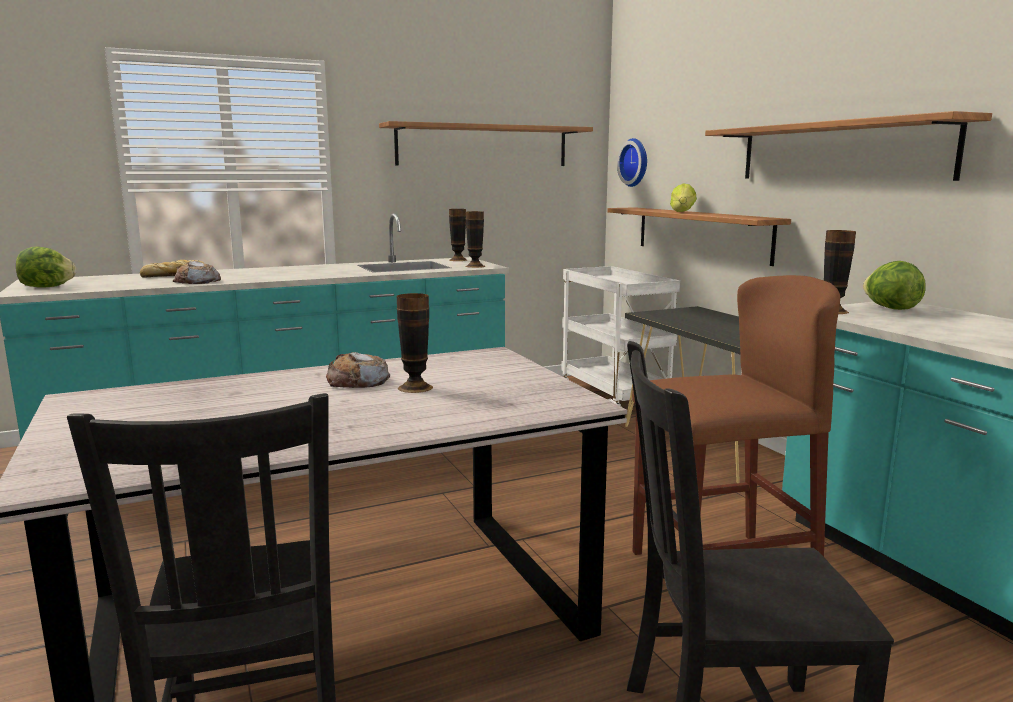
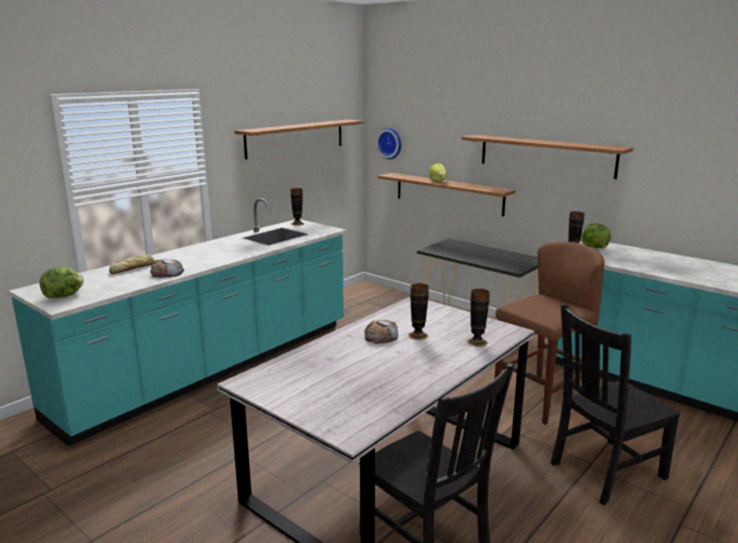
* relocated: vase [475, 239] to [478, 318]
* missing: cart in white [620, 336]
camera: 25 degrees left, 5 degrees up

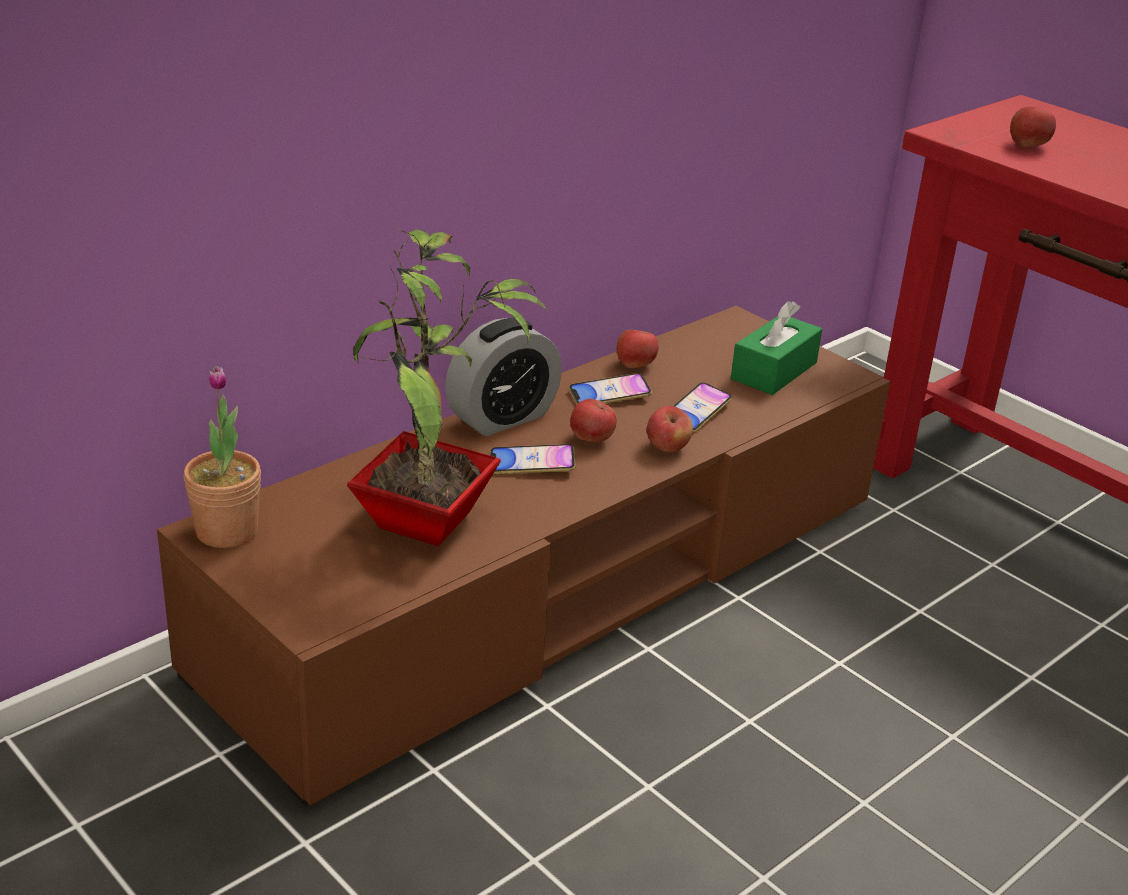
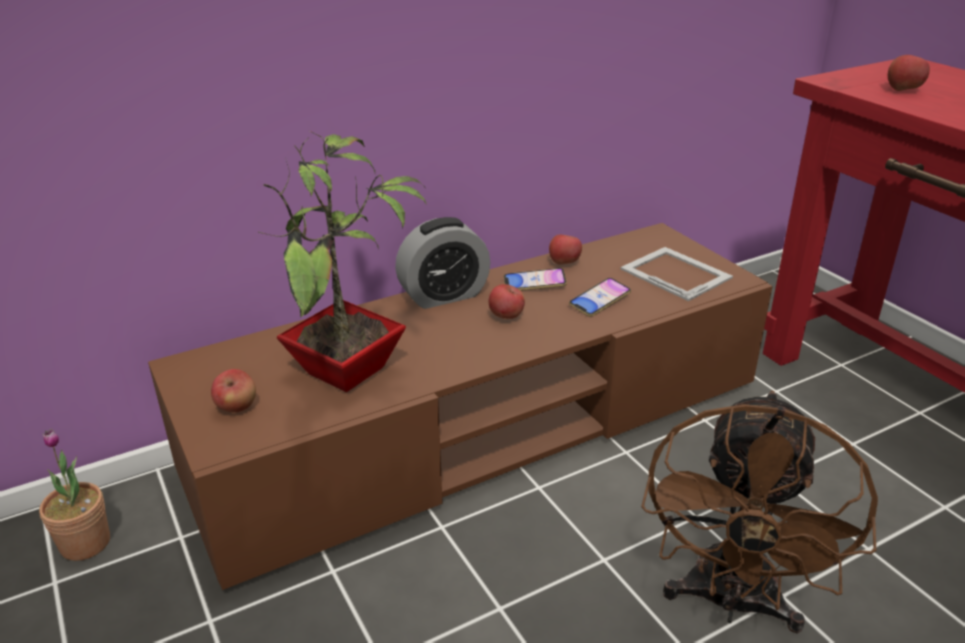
* relocated: potted plant [222, 457] to [74, 495]
* relocated: apple [670, 429] to [233, 390]
* exchanged: tissue box in green [776, 348] to picture frame [677, 274]
* appeared: fan in brown [759, 512]
* missing: phone [532, 459]
camera: 15 degrees right, 0 degrees up

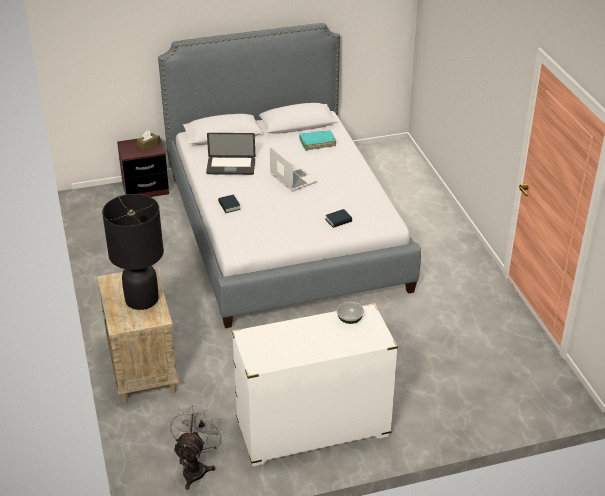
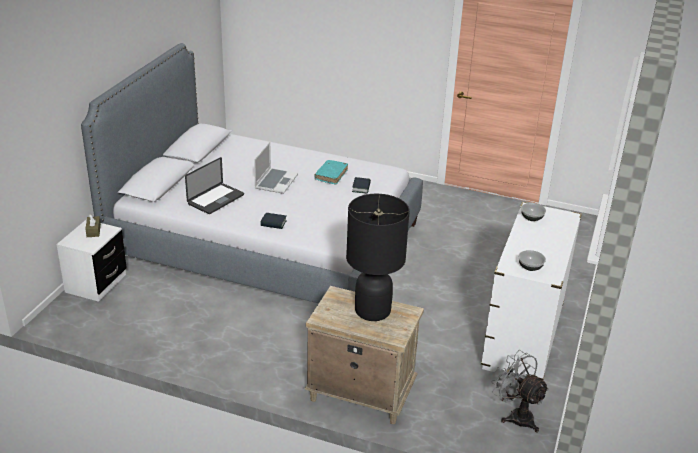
* colour: nightstand in brown [143, 166] to nightstand in white [92, 260]
* spun: laptop [293, 169] = [276, 168] 105 degrees clockwise
* relocated: book in turquoise [317, 140] to [331, 172]
* appeared: bowl [532, 260]
camera: 55 degrees left, 5 degrees down

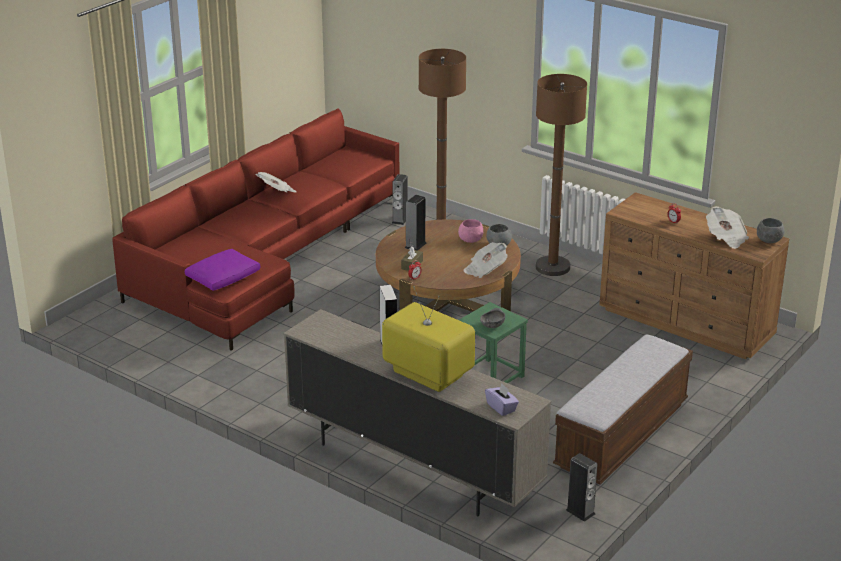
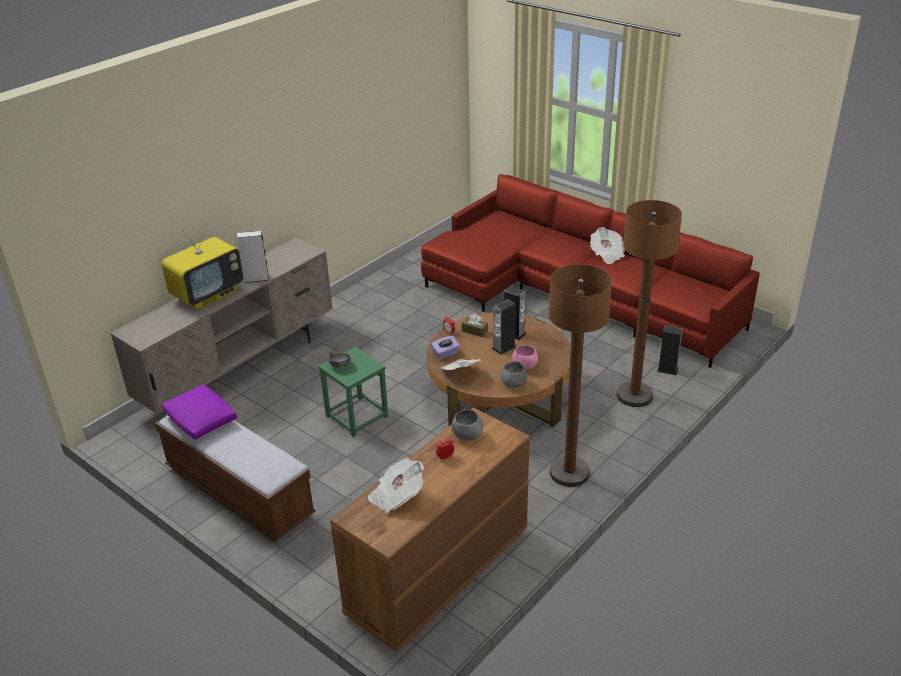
* relocated: pillow in purple [222, 270] to [199, 412]
* relocated: tissue box in purple [502, 399] to [445, 348]
* relocated: bowl in grey [770, 230] to [467, 425]
* relocated: speaker [582, 487] to [504, 327]
camera: 95 degrees right, 5 degrees up

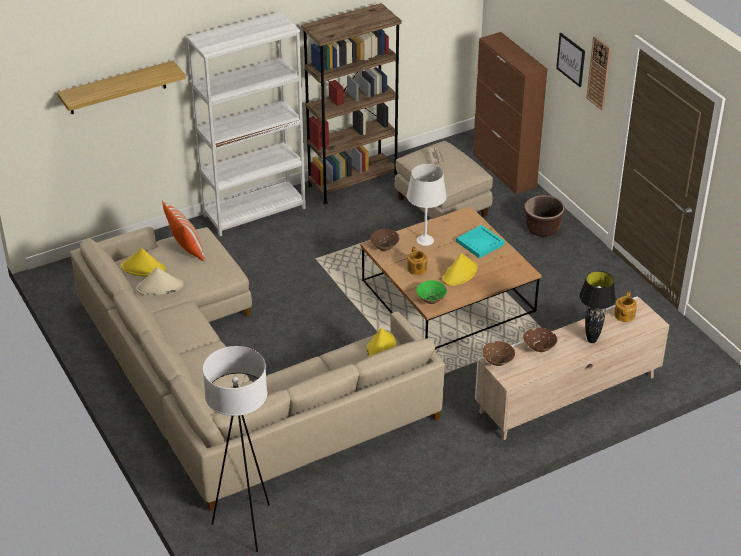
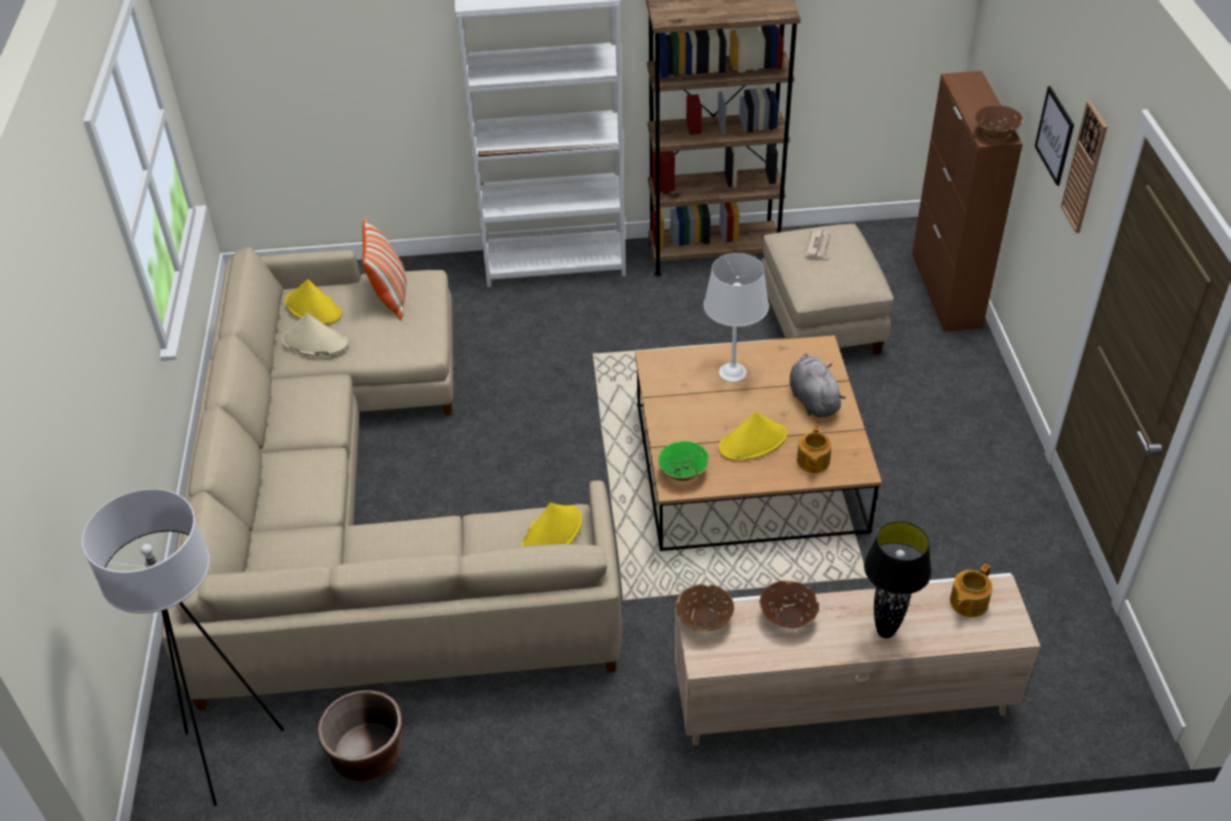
* relocated: planter in brown [544, 216] to [360, 735]
* exchanged: tray in turquoise [480, 241] to plush toy in grey [818, 385]
* relocated: teapot [417, 261] to [814, 448]
* relocated: bowl in brown [385, 240] to [999, 122]
* missing: shelf [121, 87]
camera: 25 degrees right, 5 degrees up

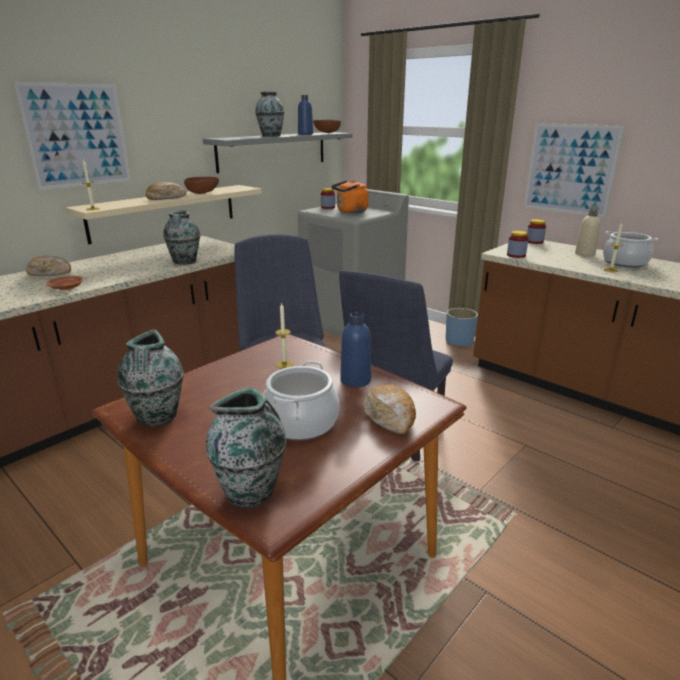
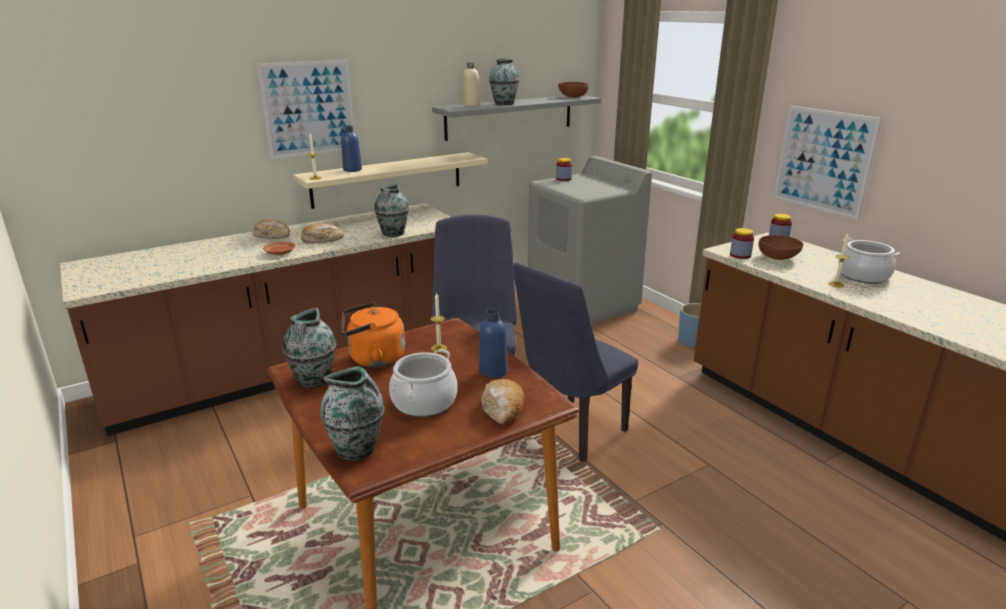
* relocated: bread [166, 191] to [322, 233]
* relocated: bottle in blue [305, 115] to [351, 148]
* relocated: kettle in orange [349, 196] to [373, 334]
* relocated: bottle in beige [587, 232] to [471, 84]
* relocated: bowl in brown [201, 185] to [781, 247]
camera: 15 degrees right, 0 degrees up

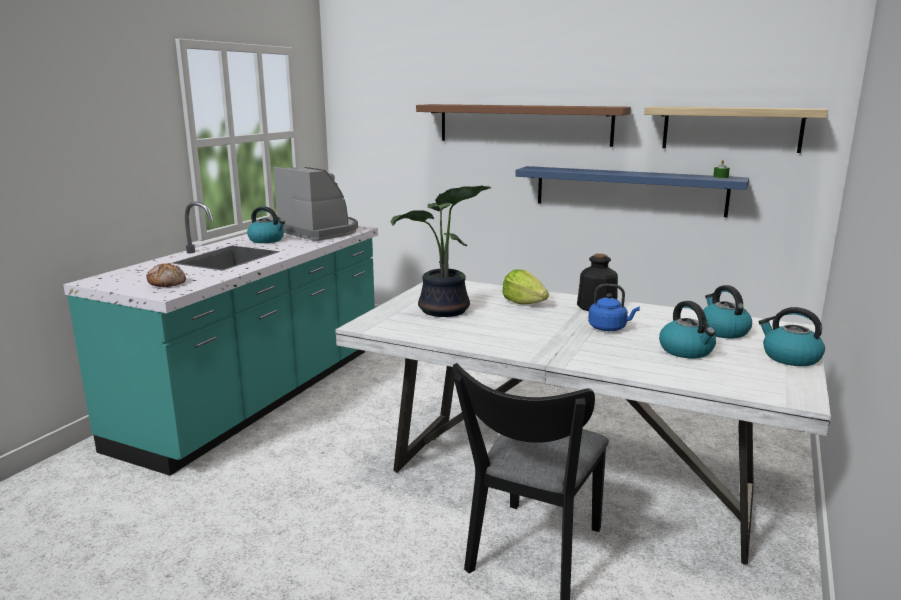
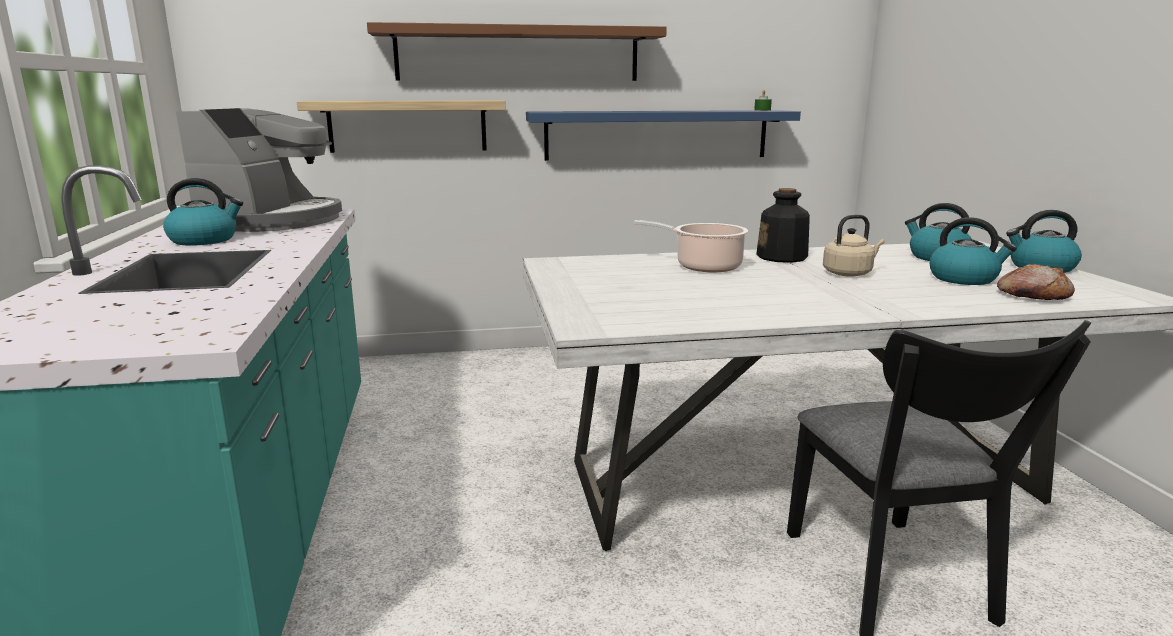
* spun: coffee machine [315, 204] = [259, 170] 90 degrees clockwise
* relocated: shelf [736, 130] to [401, 126]
* exchanged: lettuce [525, 286] to cooking pot [690, 246]
* colour: kettle in blue [614, 307] to kettle in beige [854, 246]
* relocated: bread [166, 275] to [1036, 282]
* missing: potted plant [441, 251]
camera: 35 degrees left, 0 degrees up

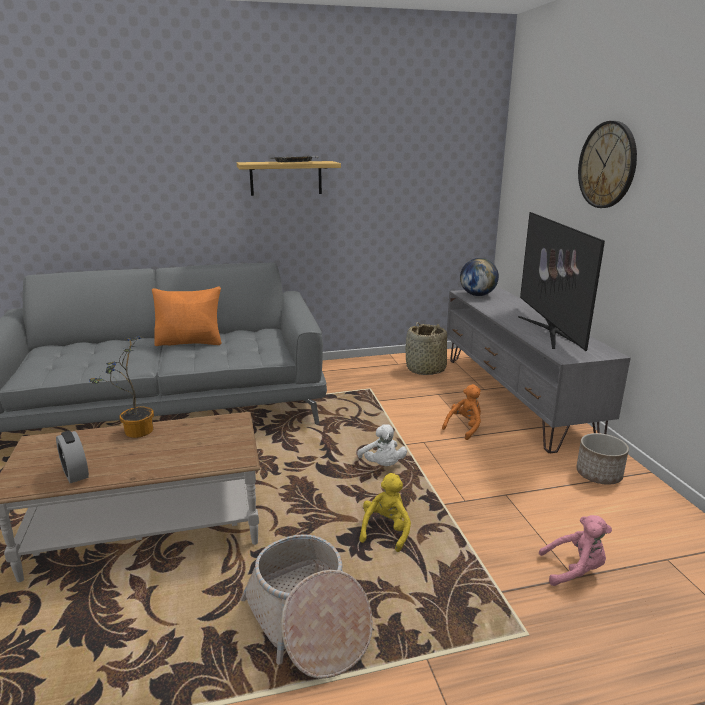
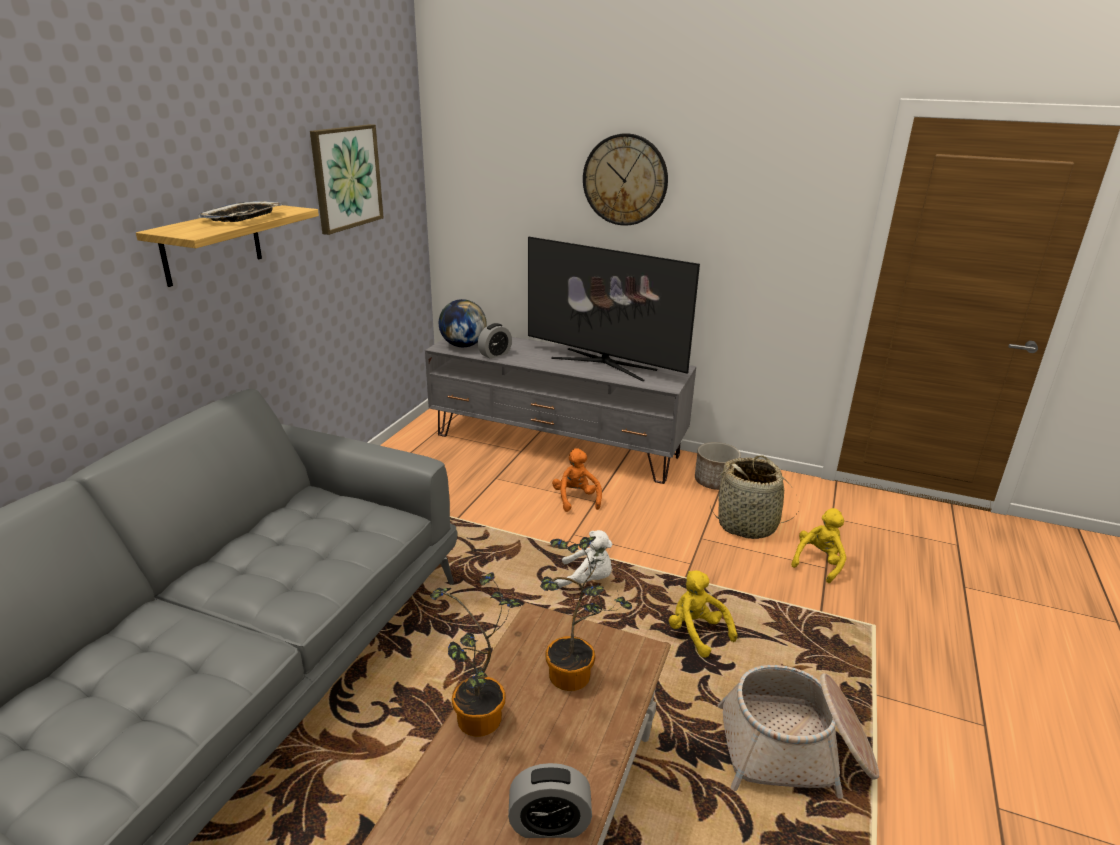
* appeared: picture [347, 179]
* appeared: alarm clock [495, 341]
* appeared: potted plant [586, 613]
* relocated: basket [426, 348] to [754, 497]
* colour: plush toy in pink [575, 550] to plush toy in yellow [818, 545]
* missing: pillow in orange [186, 316]
camera: 55 degrees left, 5 degrees up

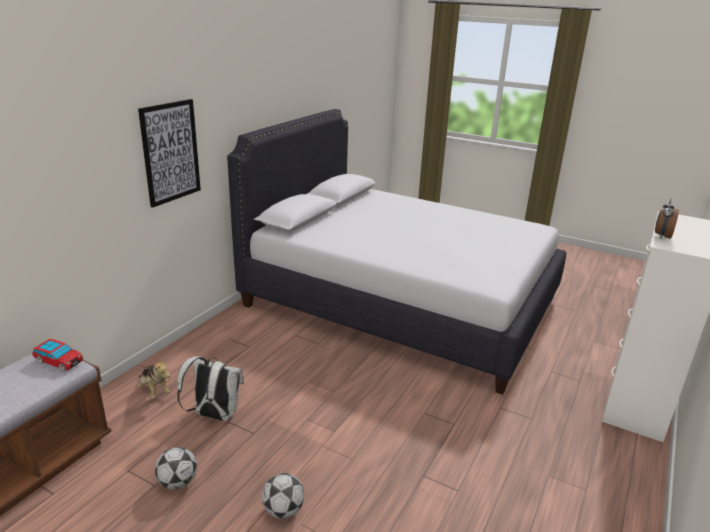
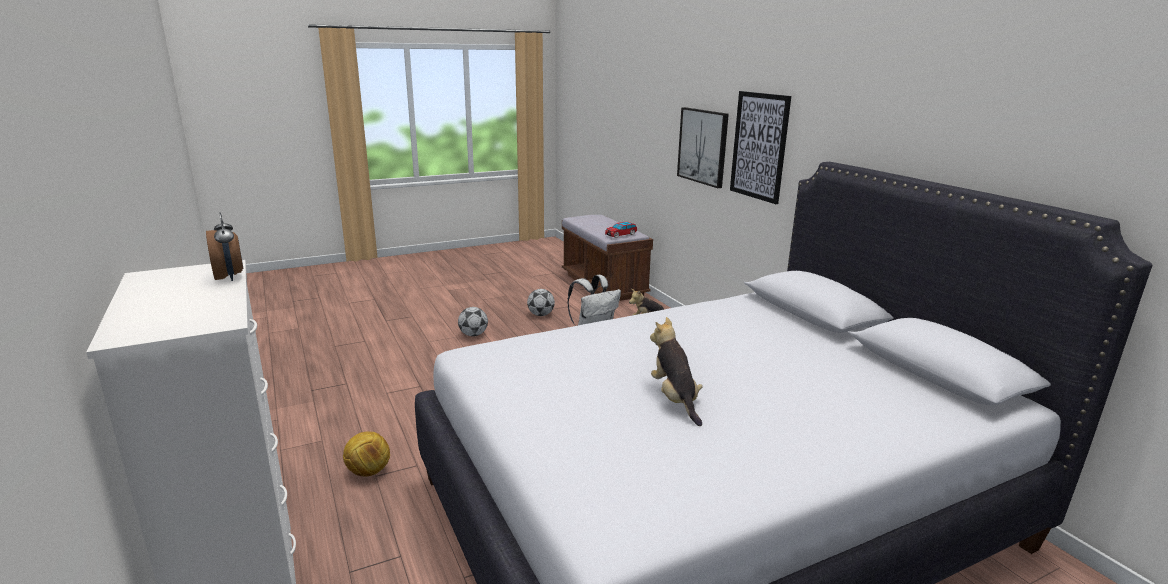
* appeared: football [366, 454]
* appeared: plush toy [676, 371]
* appeared: picture [703, 147]
camera: 125 degrees right, 5 degrees down

